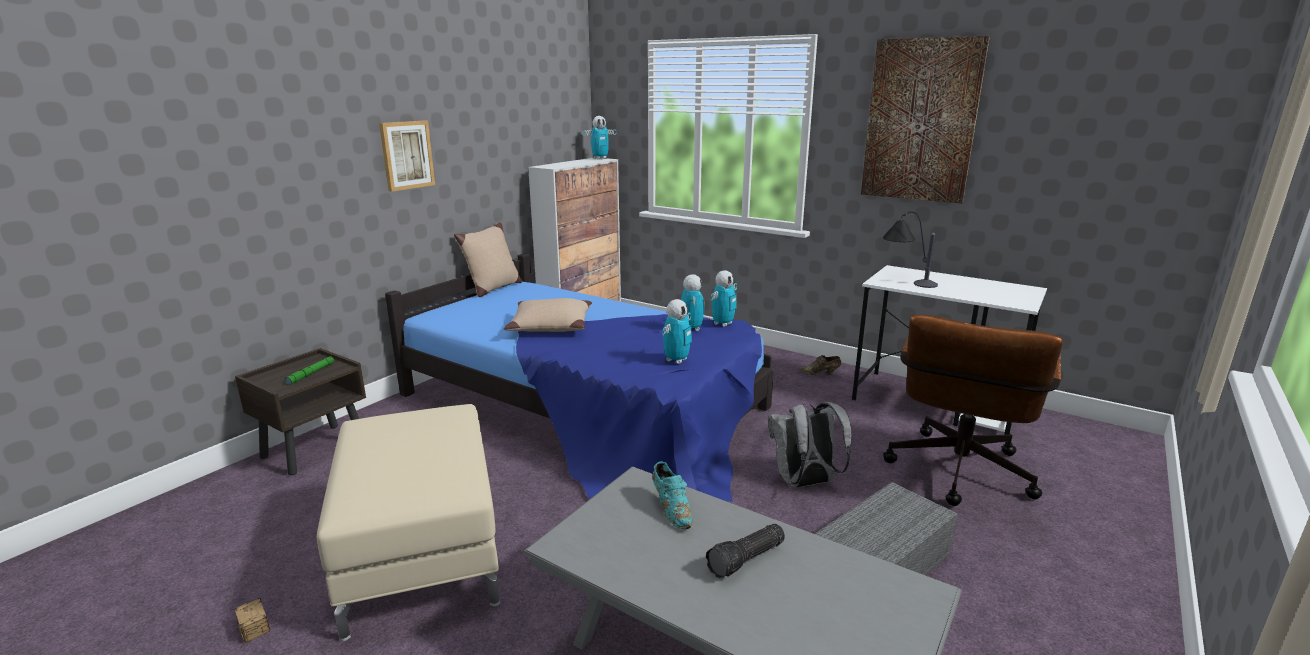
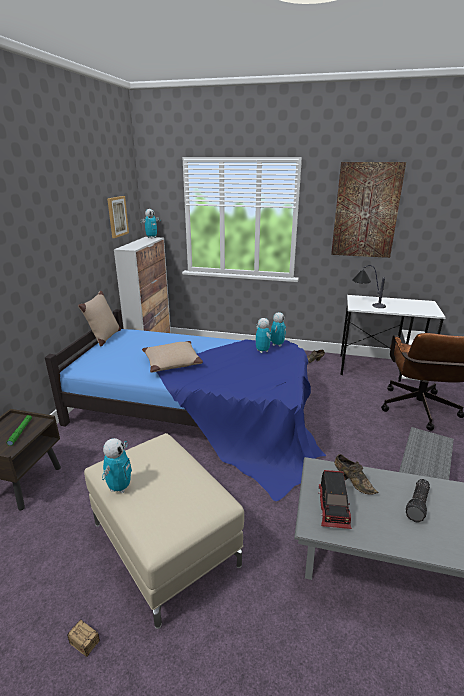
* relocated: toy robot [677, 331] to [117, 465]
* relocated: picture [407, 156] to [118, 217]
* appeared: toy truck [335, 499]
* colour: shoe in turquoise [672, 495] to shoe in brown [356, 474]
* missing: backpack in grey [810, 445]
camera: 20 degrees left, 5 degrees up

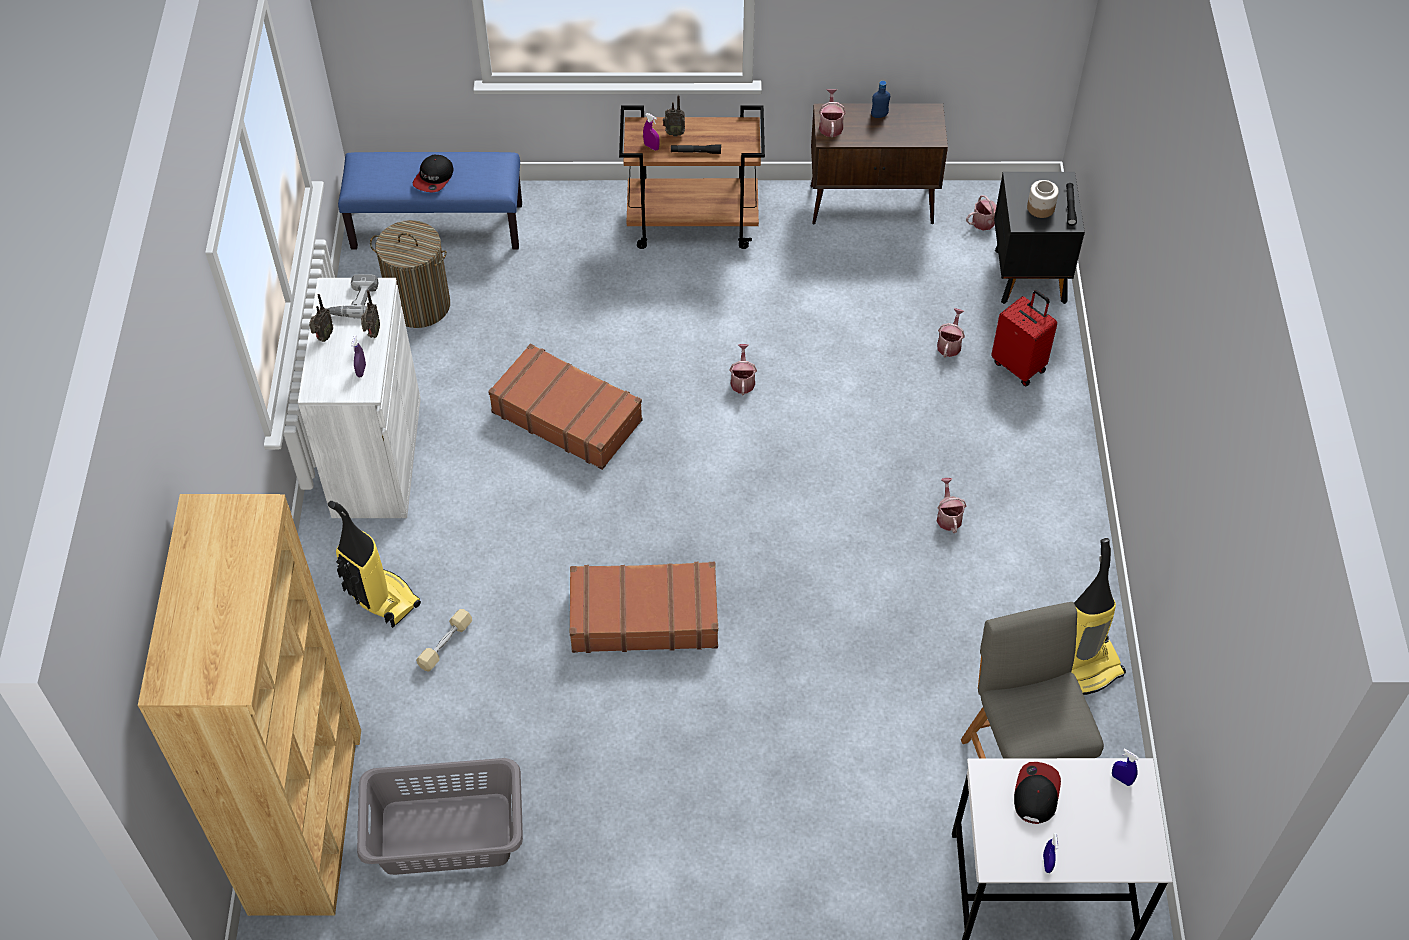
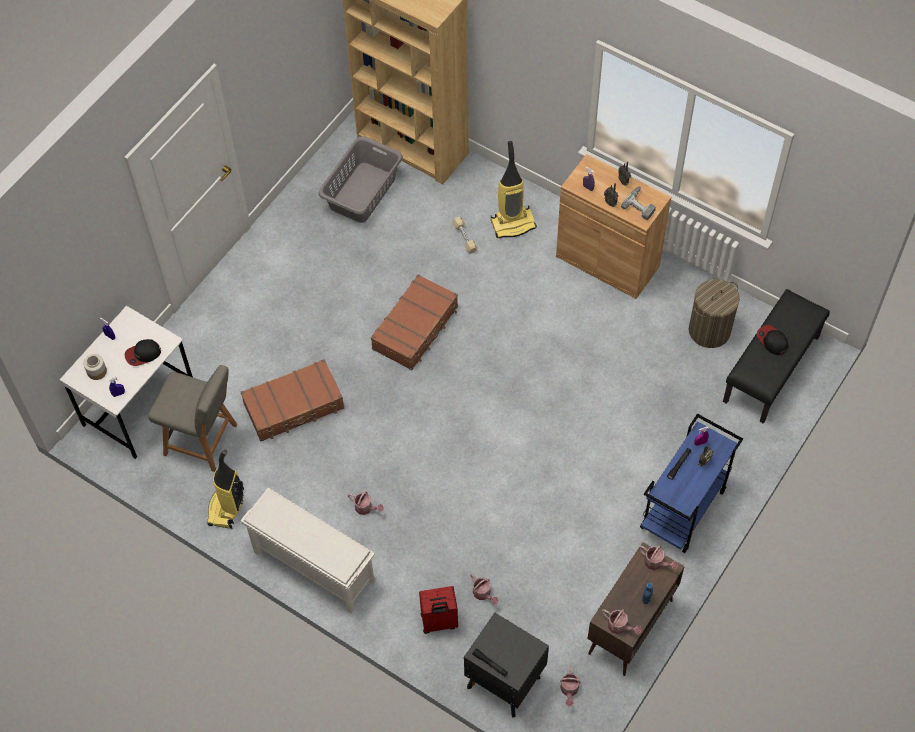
* relocated: jar [1043, 199] to [95, 367]
* spun: cap [1037, 793] = [142, 352] 105 degrees clockwise
* appeared: shoe rack in white [307, 550]
* relocated: suitcase in brown [565, 407] to [292, 400]
* colour: cabinet in white [359, 398] to cabinet in brown [613, 226]
* relocated: watering can [743, 369] to [622, 621]
* colour: cart in brown [692, 177] to cart in blue [691, 483]
* colour: bench in blue [430, 201] to bench in black [776, 356]
camera: 125 degrees right, 5 degrees up

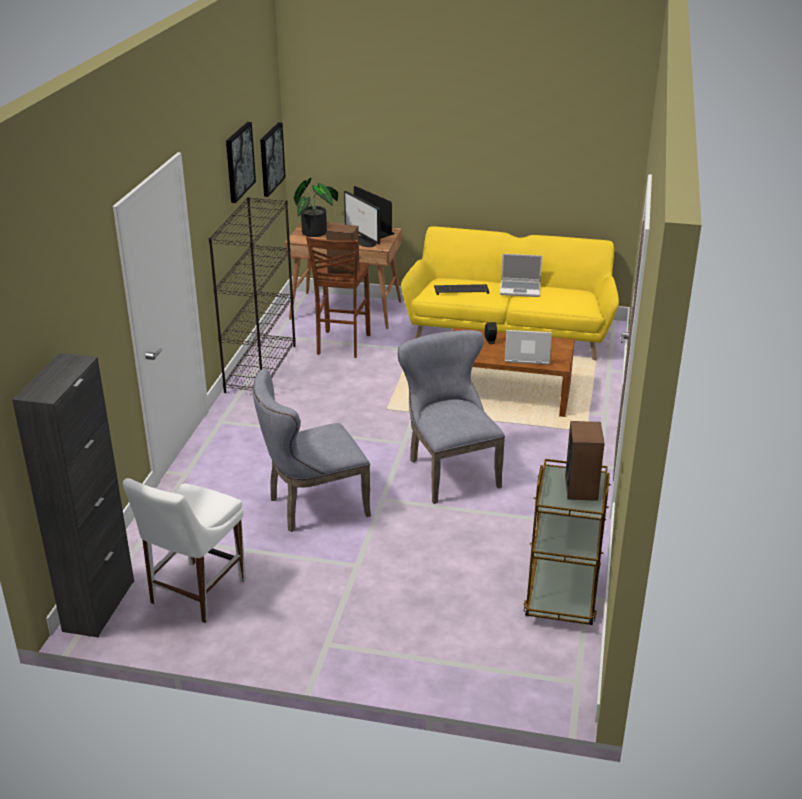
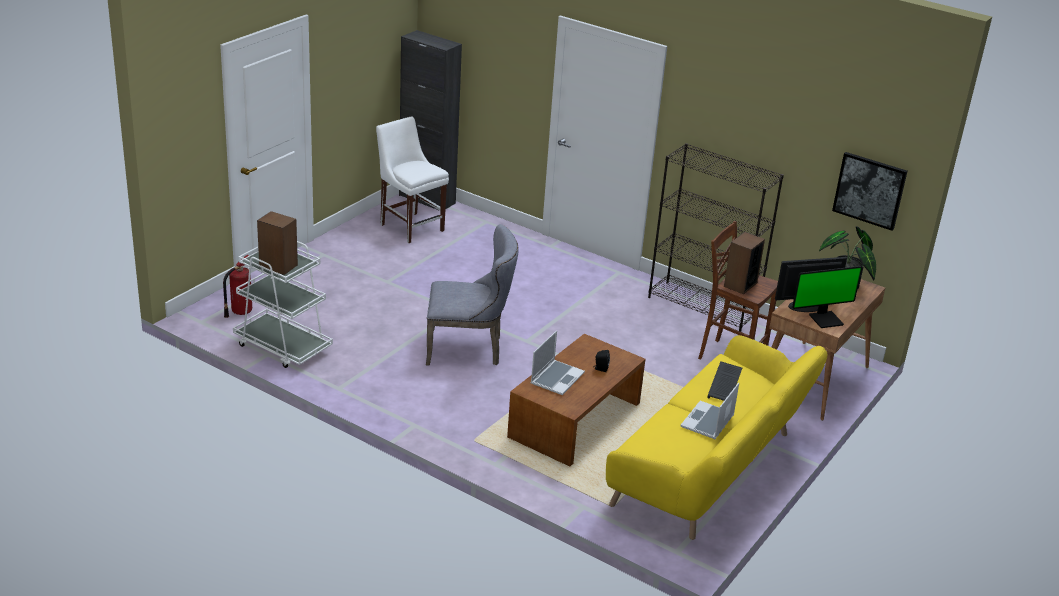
* appeared: fire extinguisher [237, 286]
* colour: cart in brown [567, 542] to cart in white [283, 304]
* missing: picture [241, 162]
* missing: chair in grey [311, 450]
camera: 110 degrees right, 0 degrees up

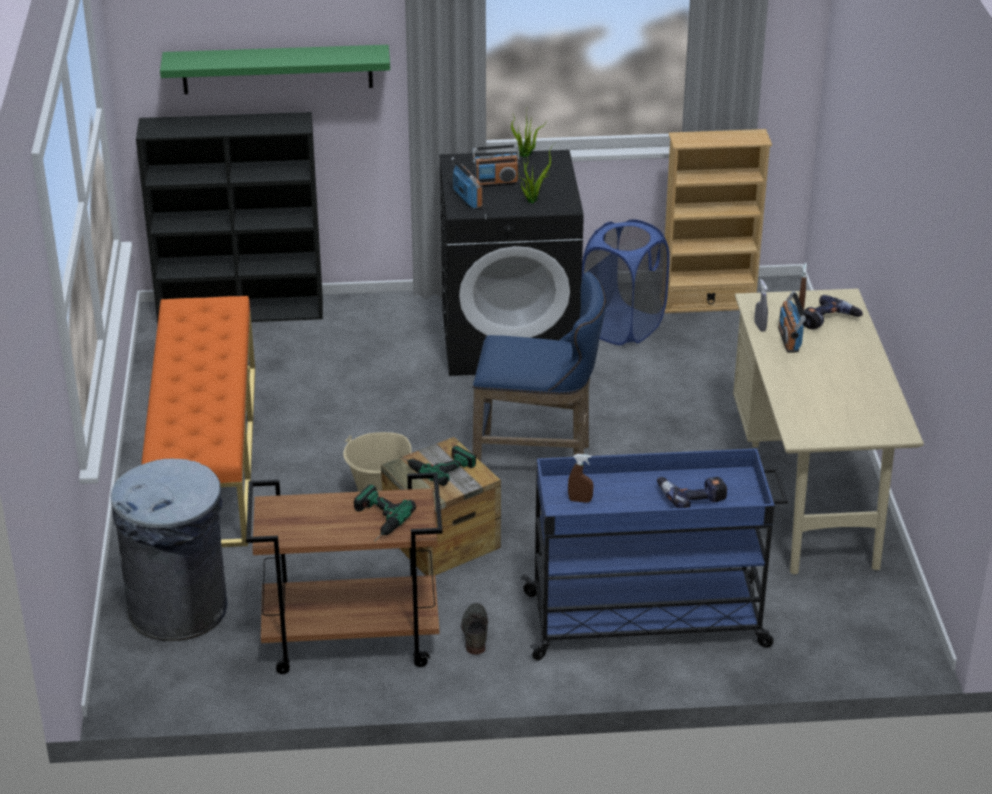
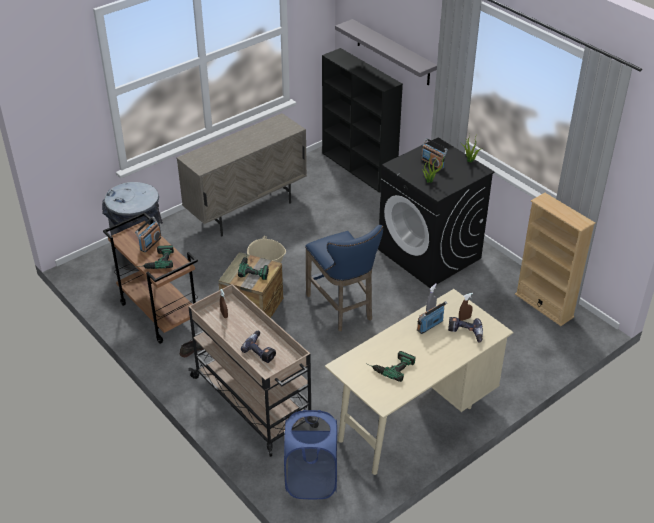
* relocated: radio [467, 184] to [148, 234]
* exchanged: bench in orange [198, 421] to cabinet in beige [242, 174]
* colour: cart in blue [654, 554] to cart in beige [249, 370]
* relocated: laundry basket in blue [626, 282] to [310, 454]
* colour: shelf in green [275, 69] to shelf in grey [386, 52]
* appeared: power drill [391, 366]
camera: 55 degrees right, 5 degrees up

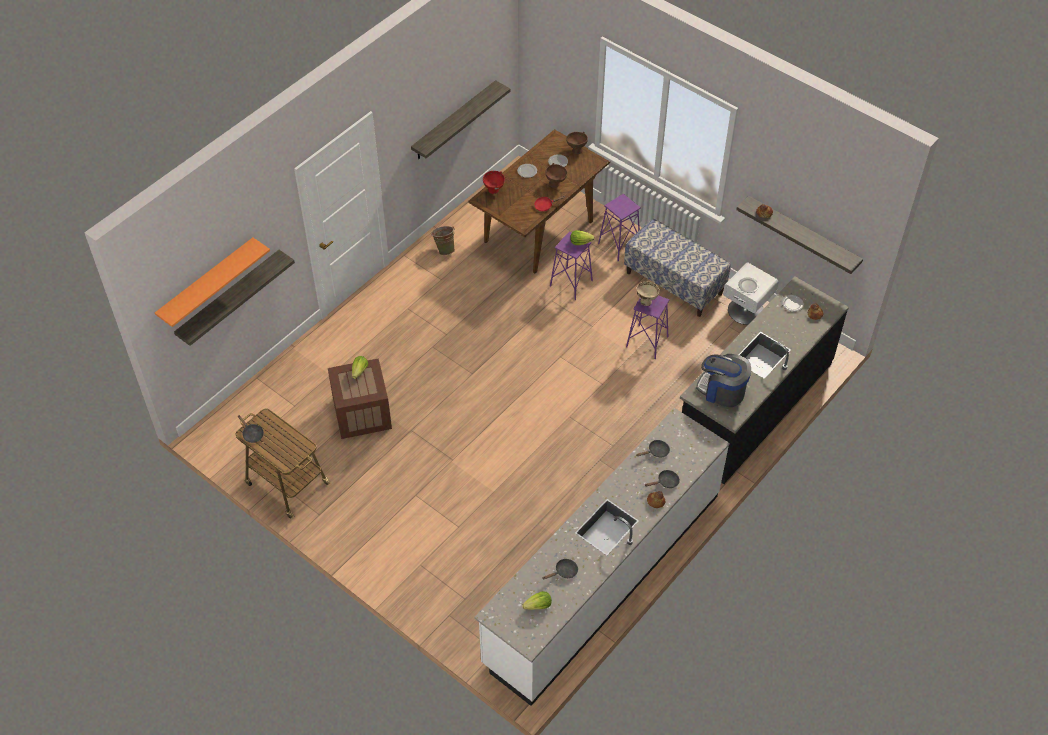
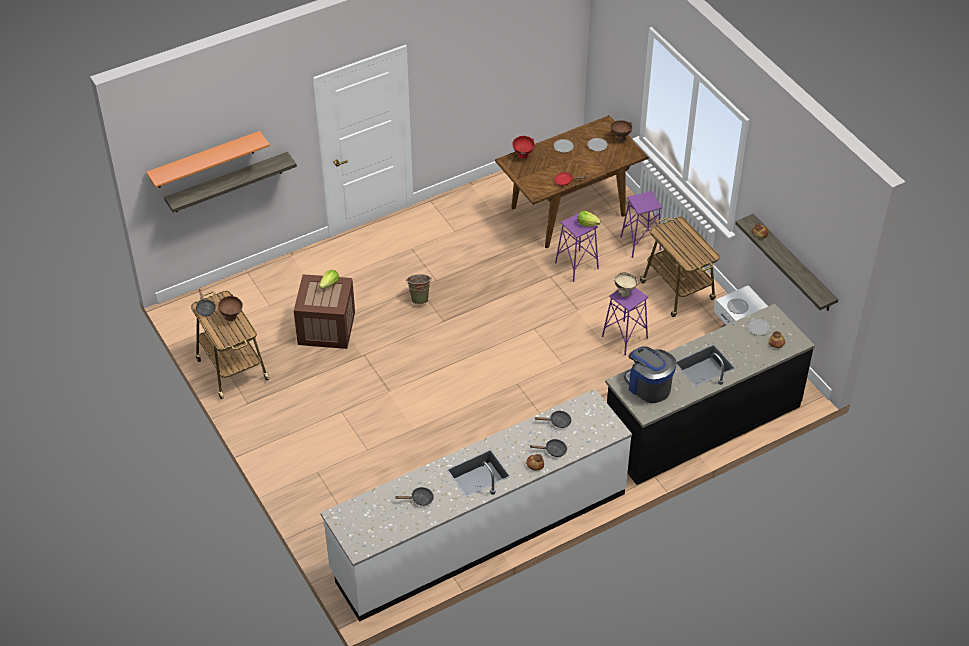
* relocated: bowl in brown [556, 175] to [230, 307]
* relocated: bucket in green [443, 240] to [419, 289]
* exchanged: bench [677, 268] to cart [679, 267]
* missing: shelf [460, 119]
* missing: lettuce [537, 600]
camera: 20 degrees right, 5 degrees down

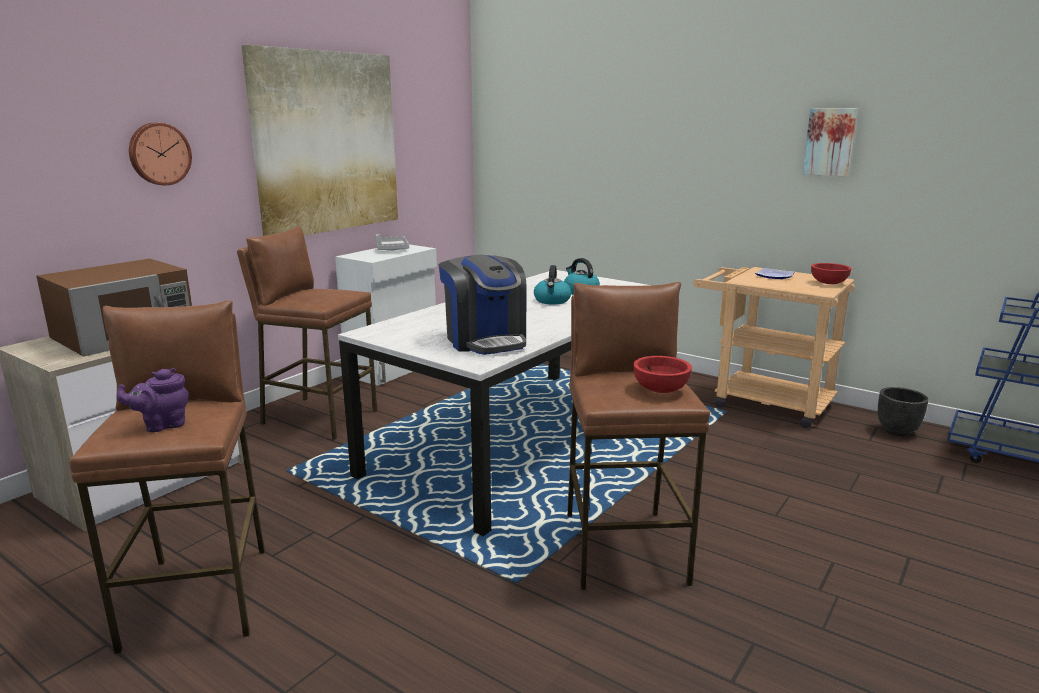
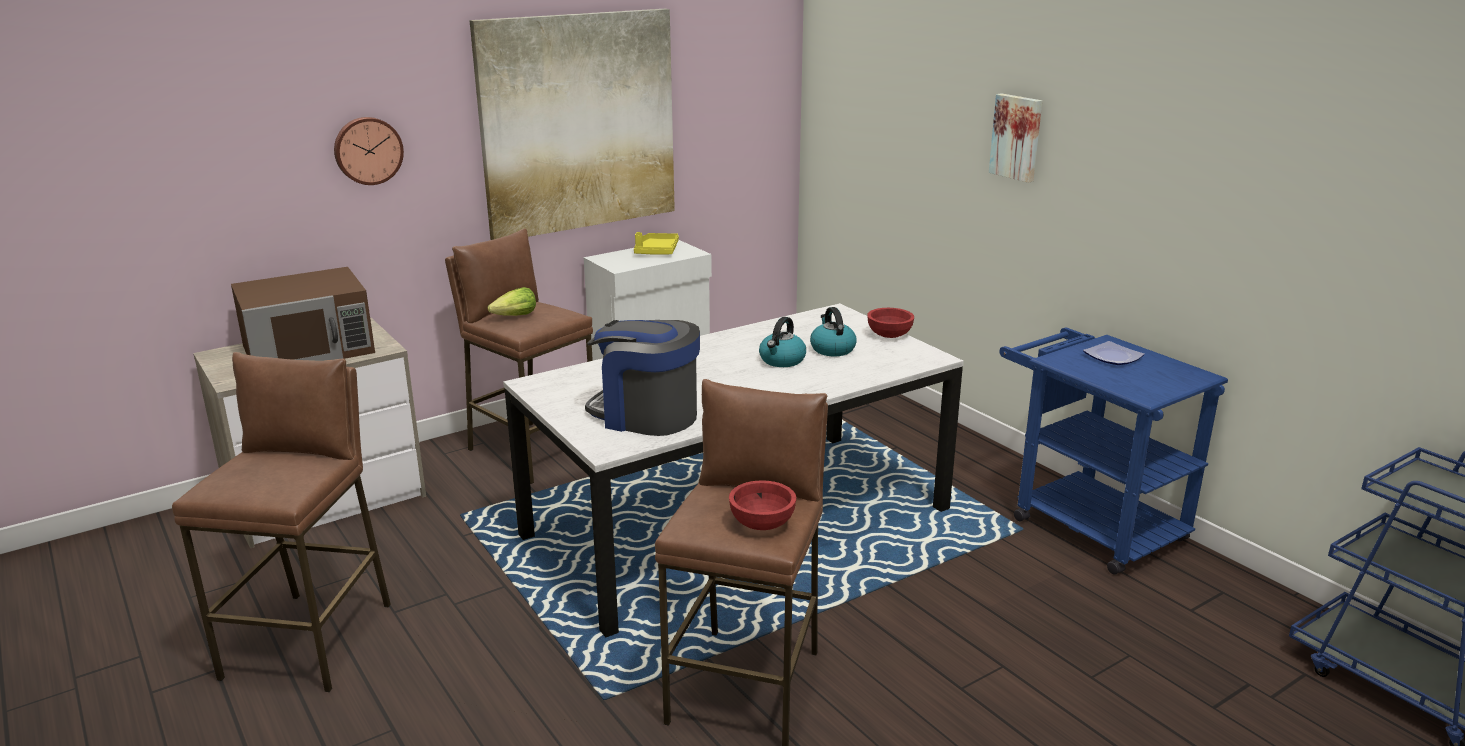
* appeared: lettuce [511, 301]
* spun: coffee machine [483, 305] = [642, 378] 120 degrees clockwise
* colour: tray in grey [392, 242] to tray in yellow [656, 243]
* relocated: bowl in red [831, 273] to [890, 323]
* relocated: picture [830, 142] to [1015, 138]
* colour: cart in beige [774, 347] to cart in blue [1113, 451]
* missing: teapot in purple [153, 400]
* missing: planter in black [903, 411]
camera: 20 degrees right, 5 degrees up

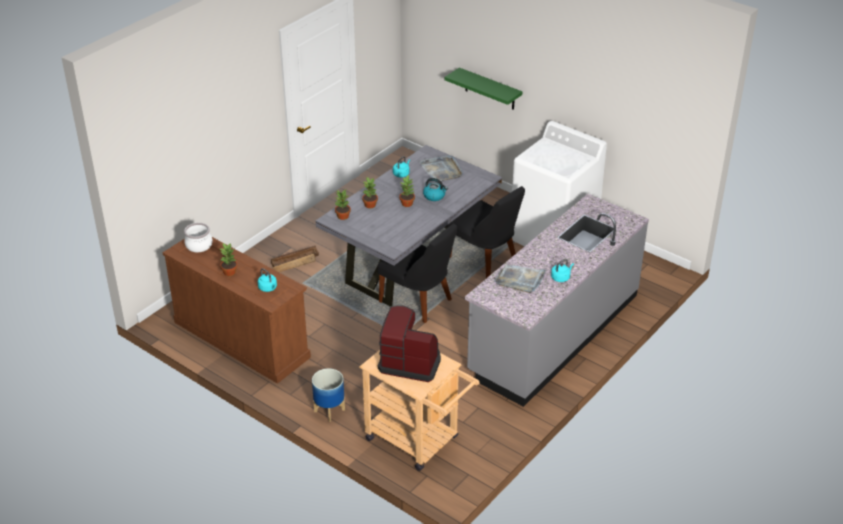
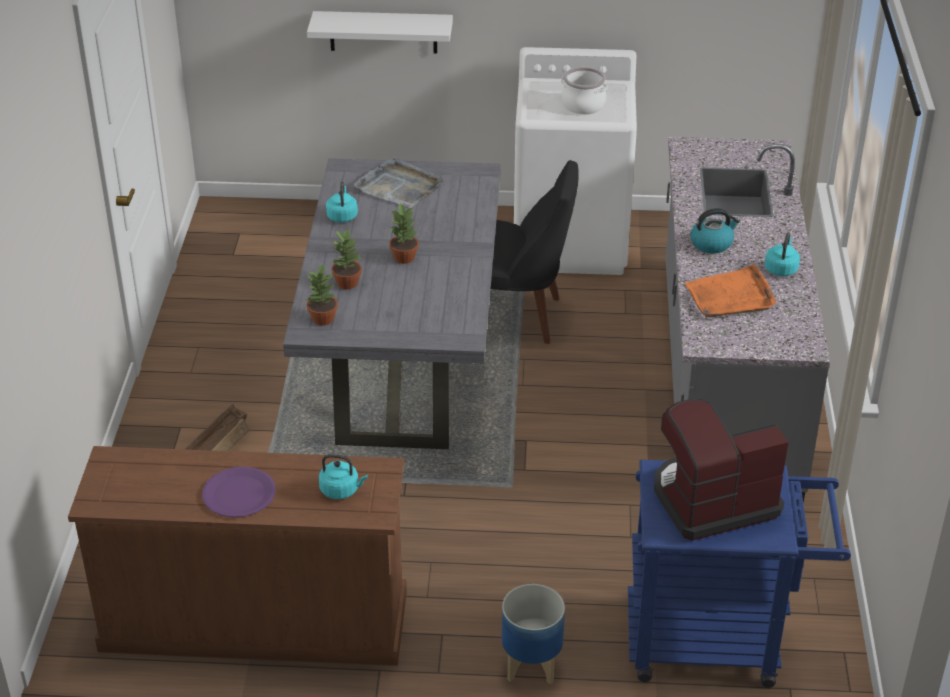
* exchanged: potted plant [228, 260] to plate in purple [238, 491]
* colour: shelf in green [483, 89] to shelf in white [380, 32]
* relocated: cooking pot [198, 237] to [584, 90]
* colour: cart in beige [419, 410] to cart in blue [739, 574]
* colour: tray in grey [521, 279] to tray in orange [730, 290]
* relocated: kettle [435, 189] to [715, 231]
* missing: chair in black [417, 273]
camera: 35 degrees left, 0 degrees up

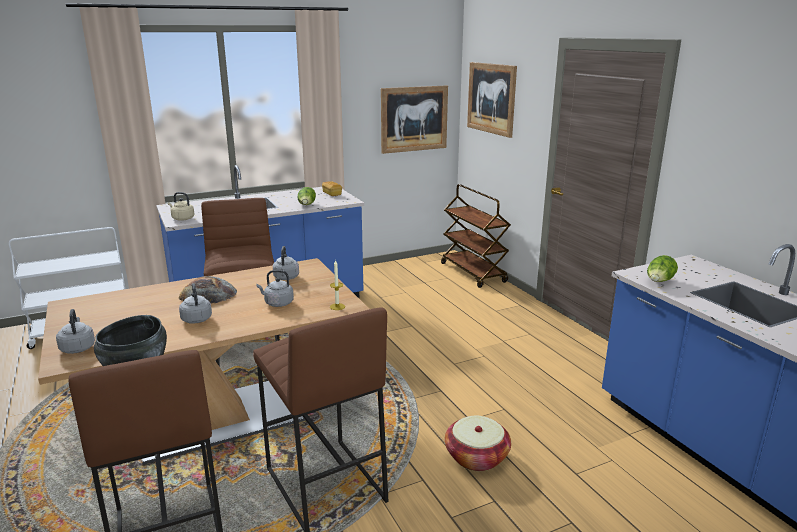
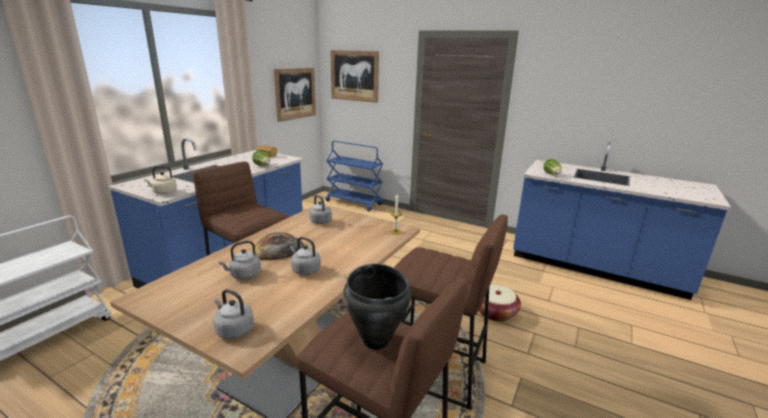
* relocated: kettle in grey [275, 288] to [240, 260]
* colour: cart in brown [476, 236] to cart in blue [354, 176]
camera: 35 degrees left, 0 degrees up

